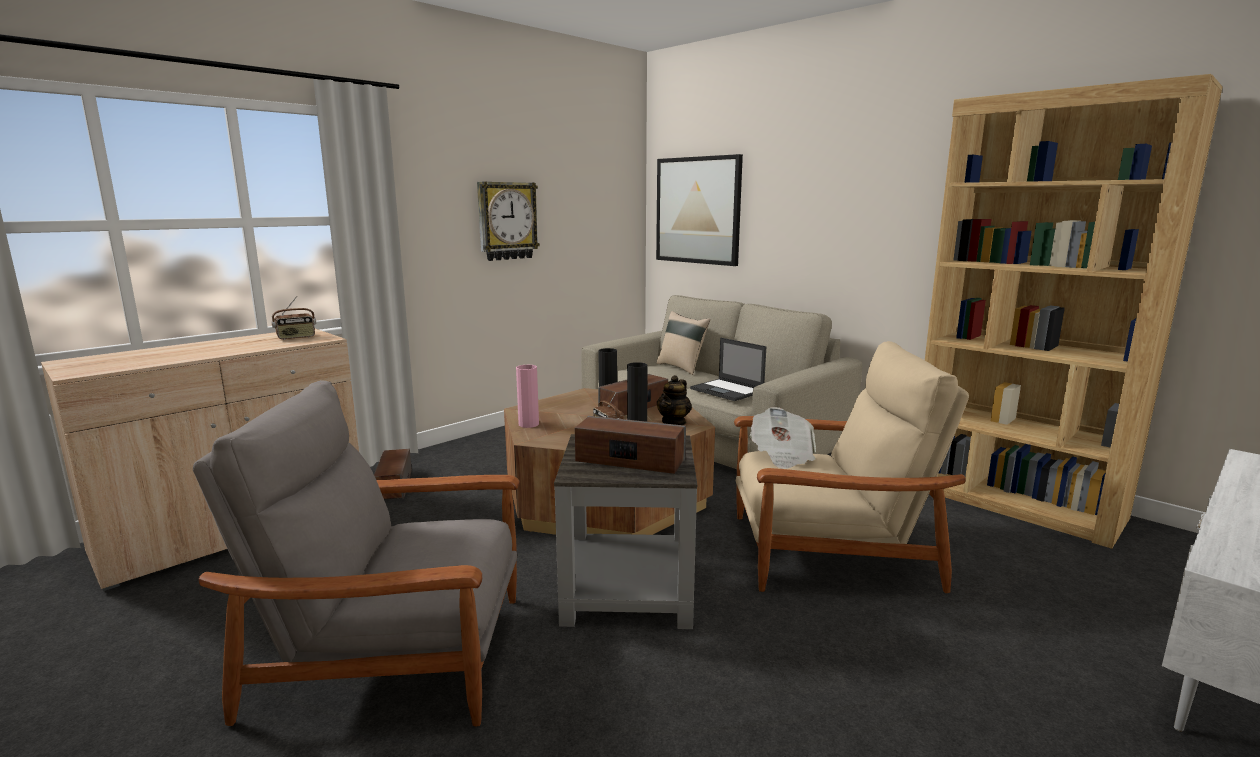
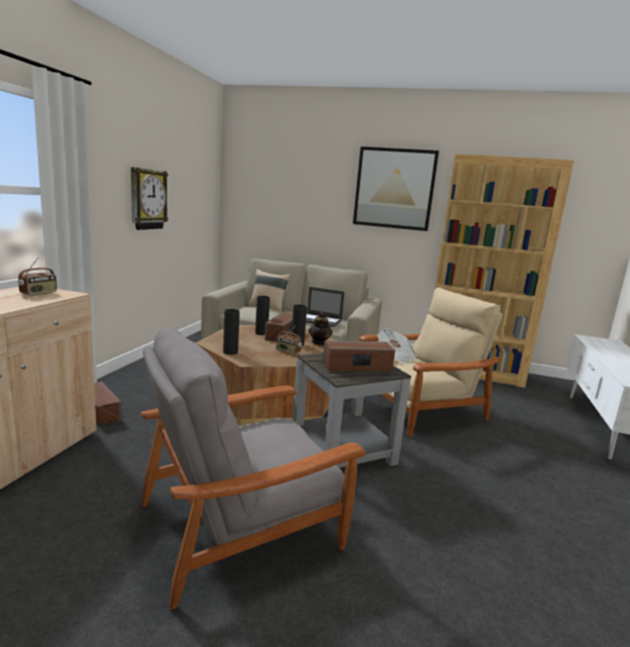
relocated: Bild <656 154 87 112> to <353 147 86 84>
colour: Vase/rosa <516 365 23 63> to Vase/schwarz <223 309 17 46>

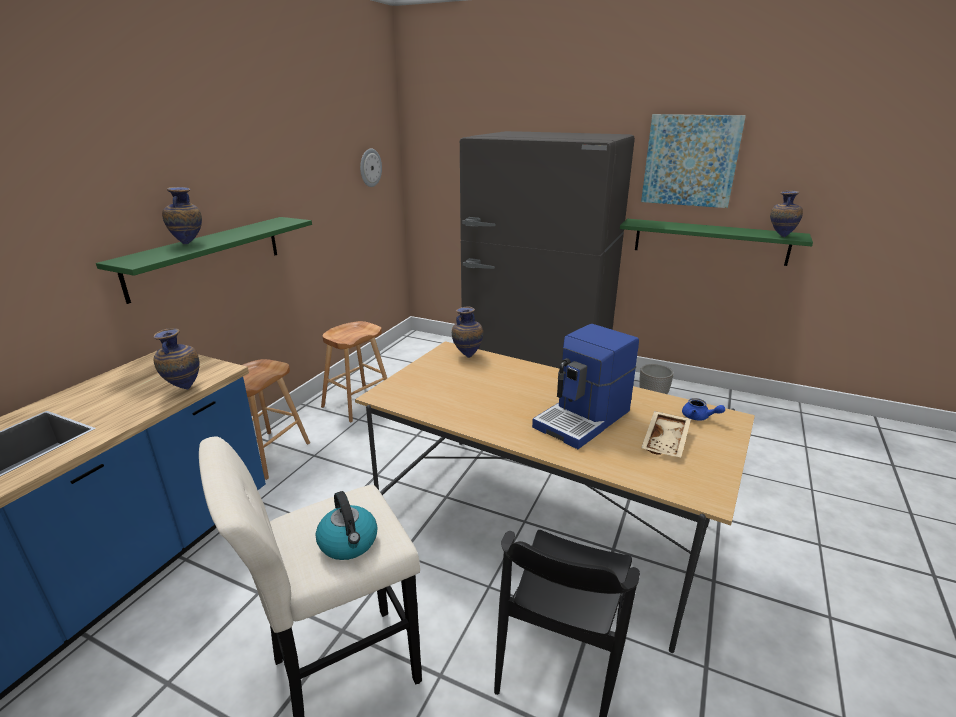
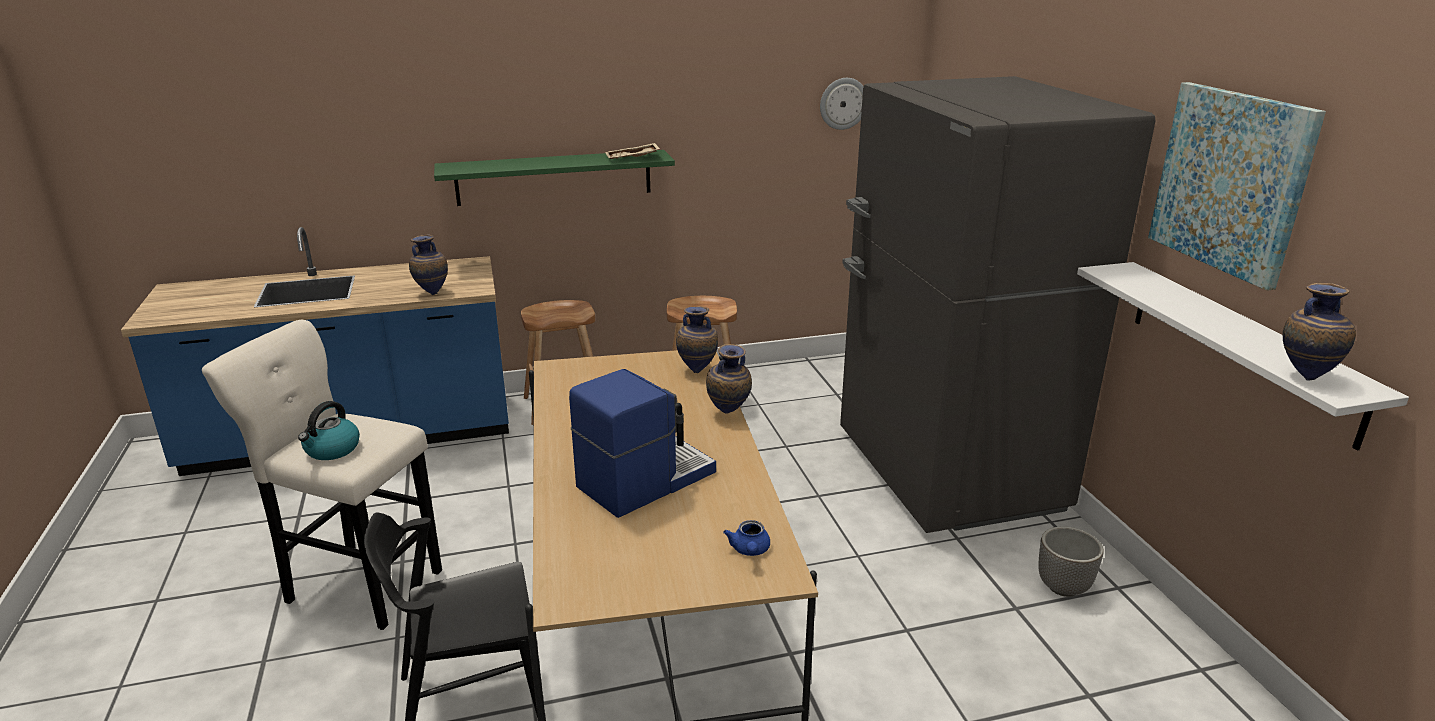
relocated: Vase <162 187 40 57> to <706 344 46 69>; Tablett/beige <641 411 50 46> to <605 143 55 16>
colour: Wandregal/grün <620 219 193 47> to Wandregal/weiß <1077 262 332 189>
spun: Kaffeemaschine <532 324 107 125> = <569 369 147 149> 135 degrees clockwise

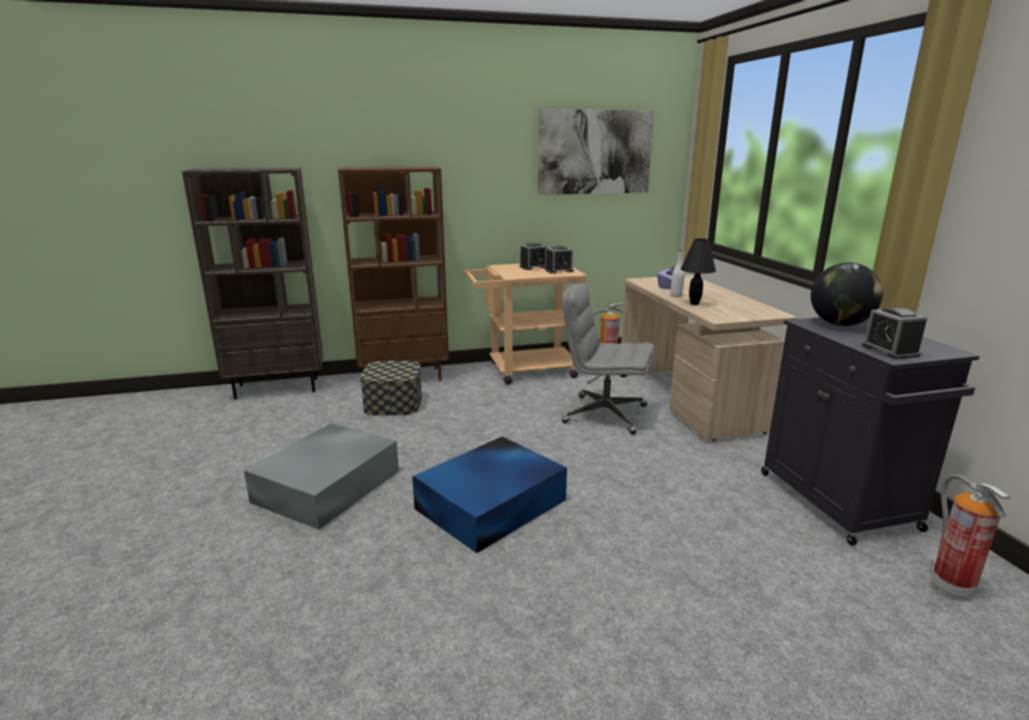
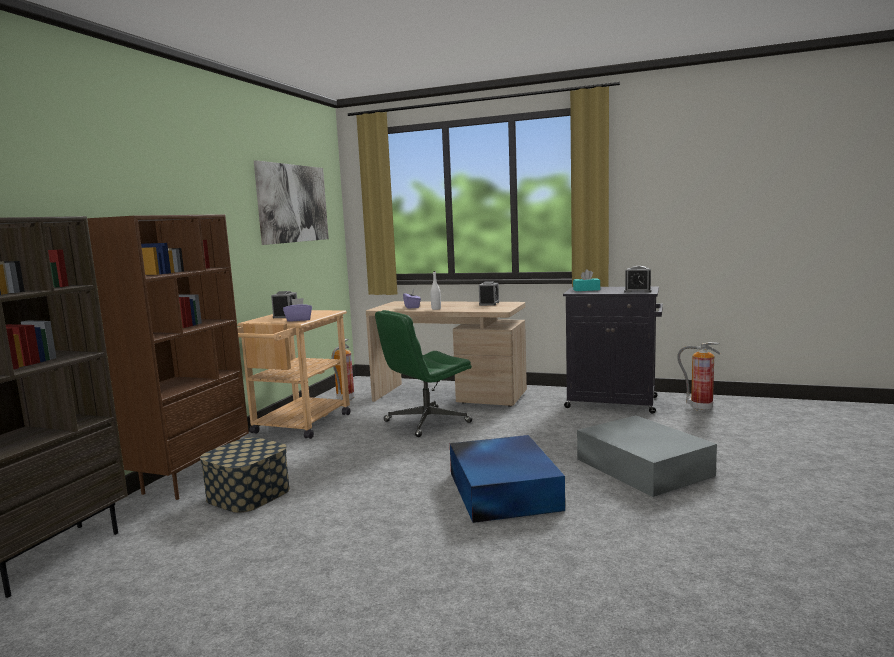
missing: Tischlampe/schwarz <681 238 35 67>
appeared: Taschentuchbox/lila <283 298 29 24>
relocated: Wecker <545 246 29 28> to <479 281 20 25>; Aufbewahrungsbox/grau <244 423 155 106> to <577 415 140 82>
exchanged: Globus <811 263 72 63> to Taschentuchbox/türkis <573 269 27 22>
colour: Bürostuhl/grau <562 283 93 151> to Bürostuhl/grün <375 310 97 127>

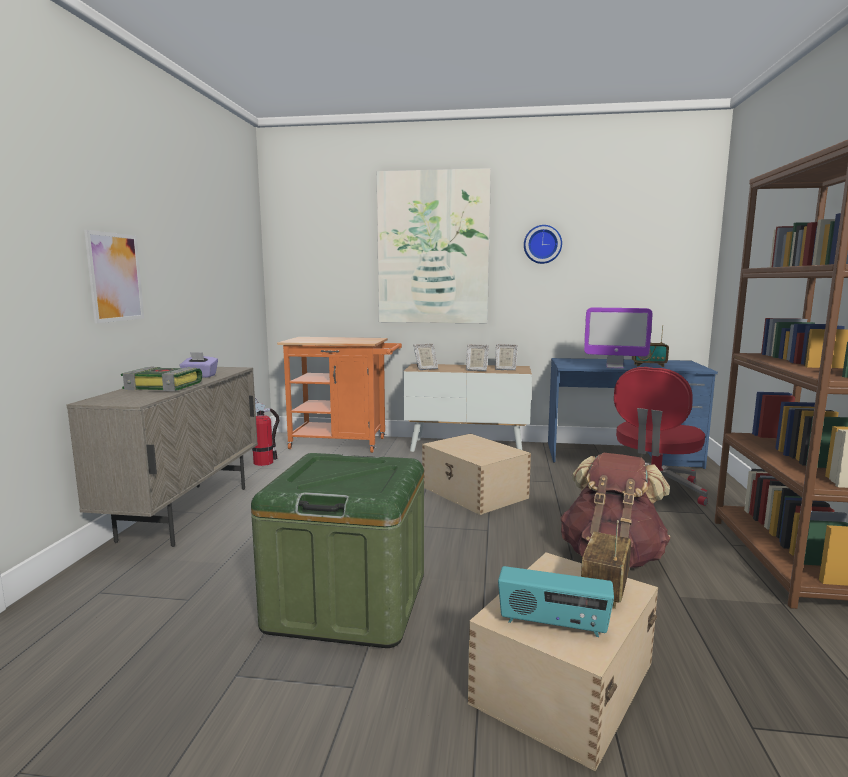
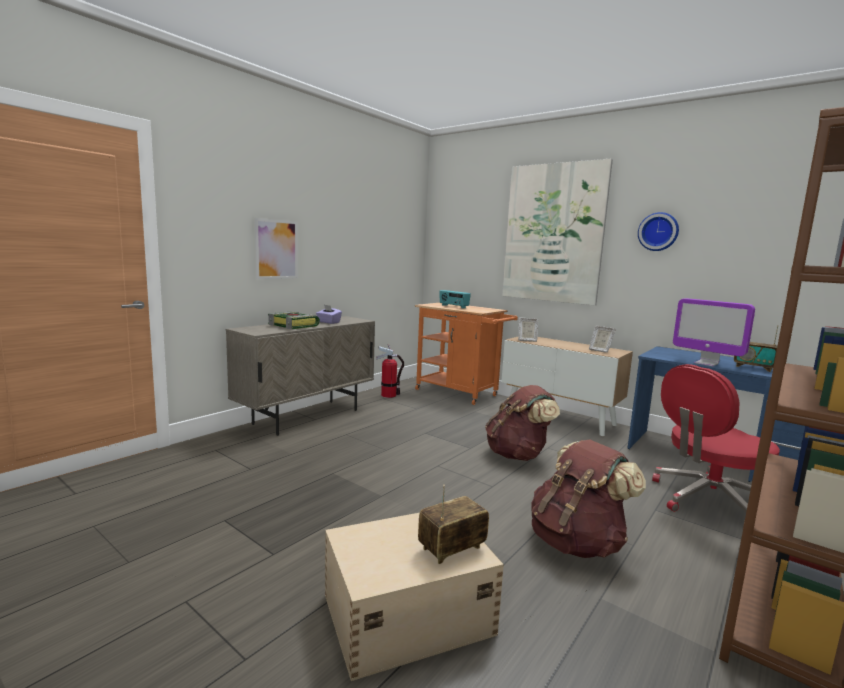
missing: Bilderrahmen <466 344 23 27>; Aufbewahrungsbox/grün <251 453 173 195>
relocated: Radio <498 566 116 71> to <439 290 32 19>
exchanged: Aufbewahrungsbox/beige <422 434 109 81> to Rucksack/braun <485 385 75 76>

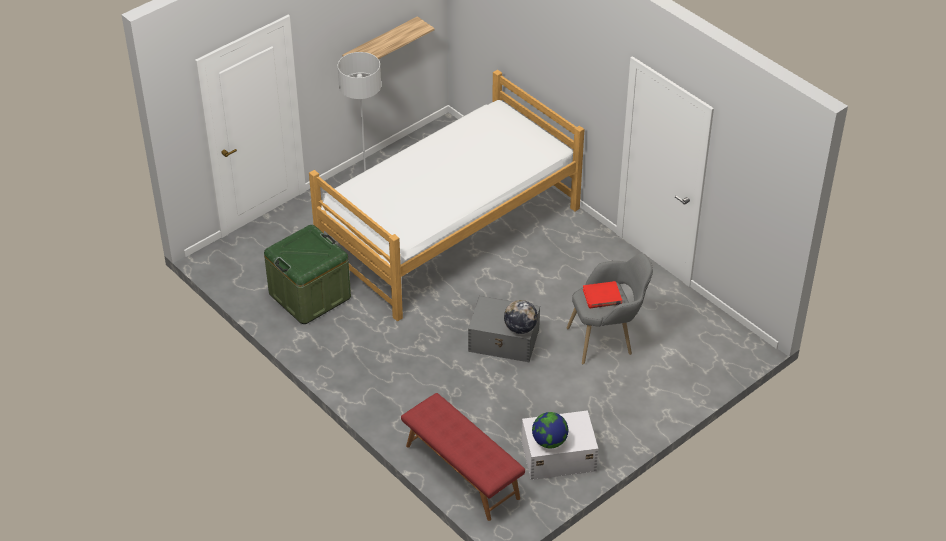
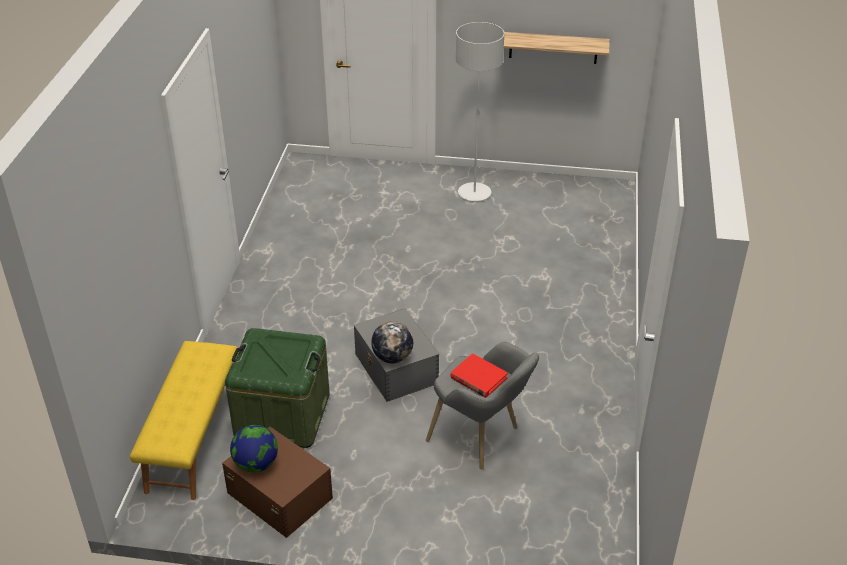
missing: Bett <309 70 275 252>
relocated: Aufbewahrungsbox/grün <264 225 87 99> to <225 328 105 120>
colour: Bank/rot <401 393 124 128> to Bank/gelb <130 341 109 159>; Aufbewahrungsbox/weiß <521 410 77 70> to Aufbewahrungsbox/braun <222 427 111 111>

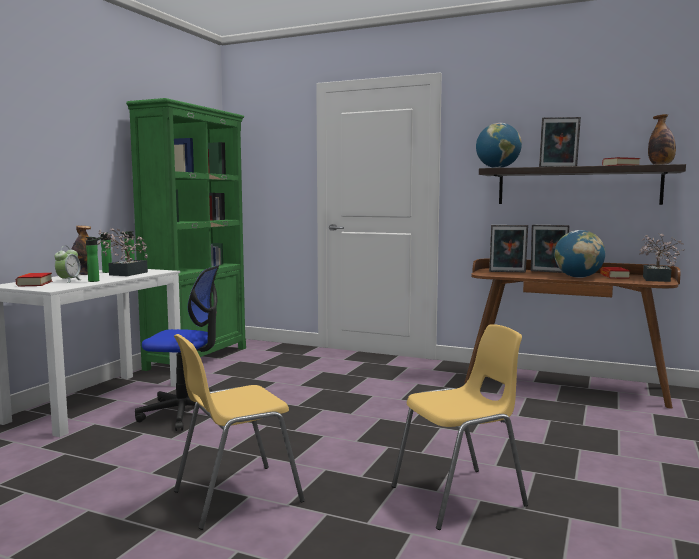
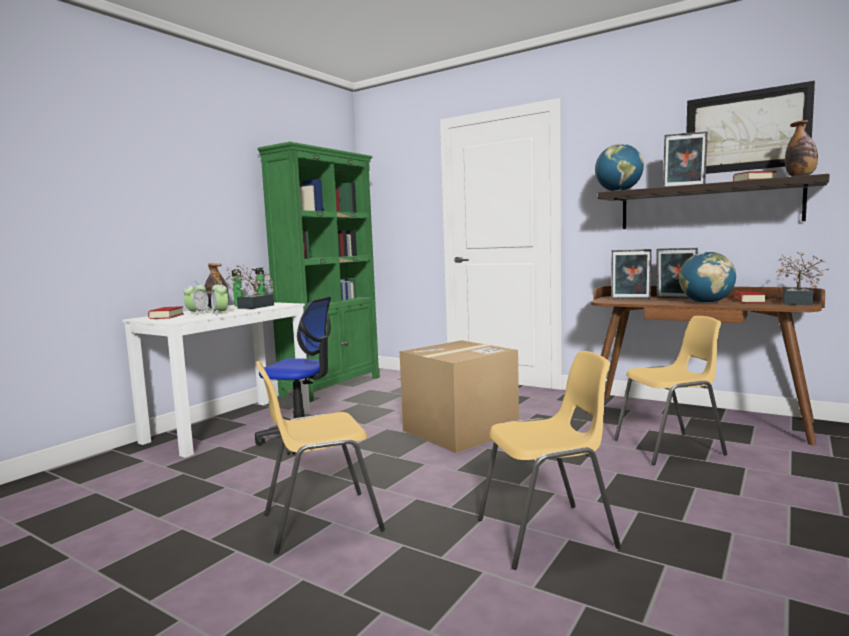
appeared: Bild <686 81 129 93>; Stuhl/gelb <614 316 113 149>; Karton <400 340 119 113>
exchanged: Flasche <86 237 16 45> to Wecker <211 281 17 34>

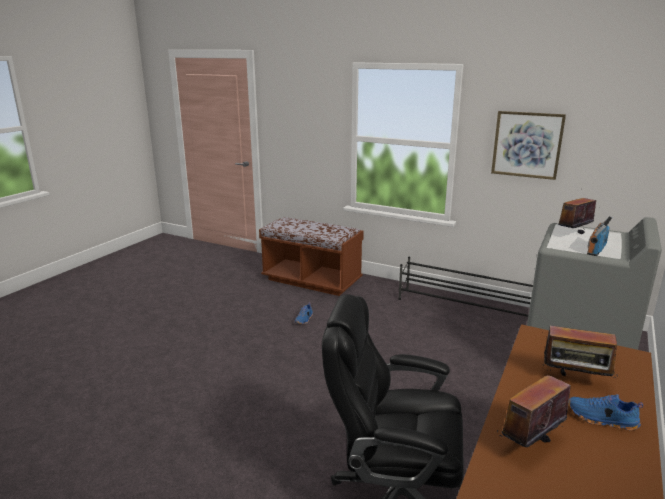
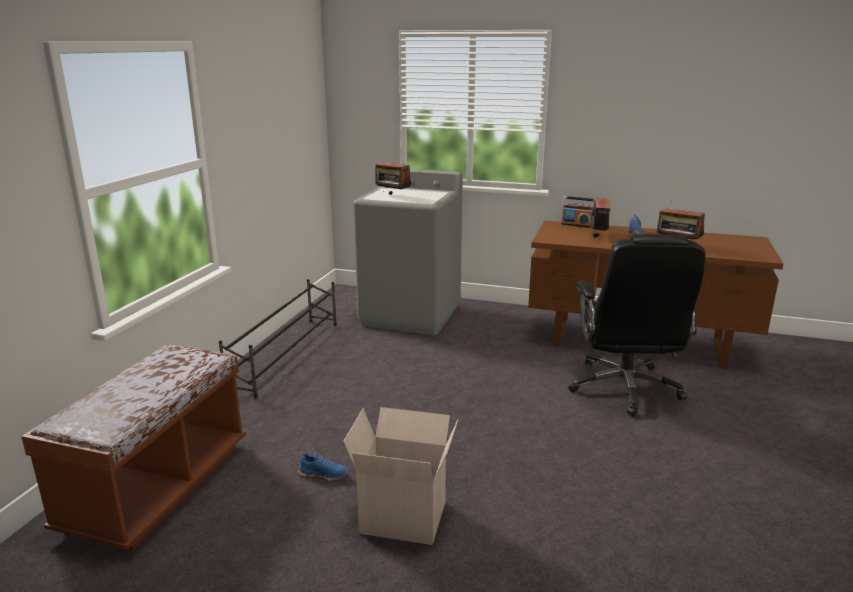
missing: Bild <491 111 75 69>
appeared: Karton <343 407 115 138>
relocated: Radio <587 216 25 40> to <561 196 34 32>

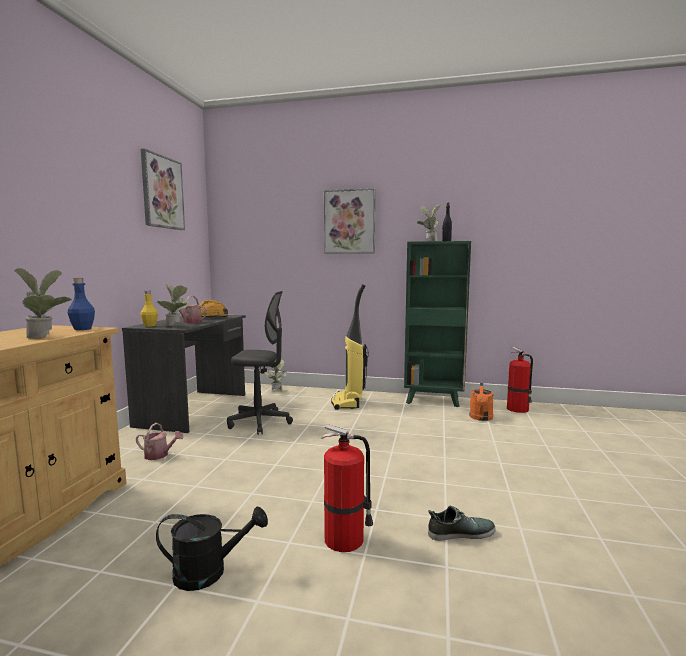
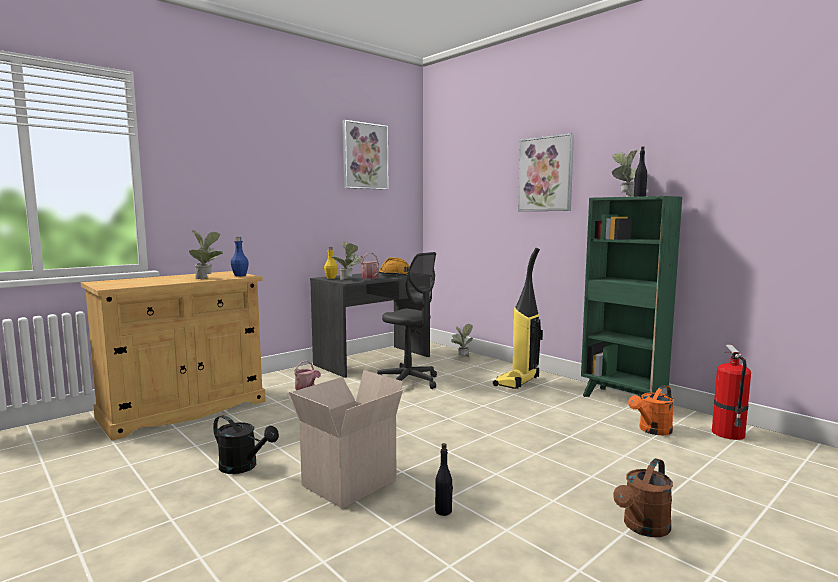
appeared: Gießkanne/braun <613 458 60 79>
exchanged: Feuerlöscher <321 424 52 128> to Karton <287 370 116 139>; Schuh <428 506 68 35> to Flasche/schwarz <435 443 18 73>

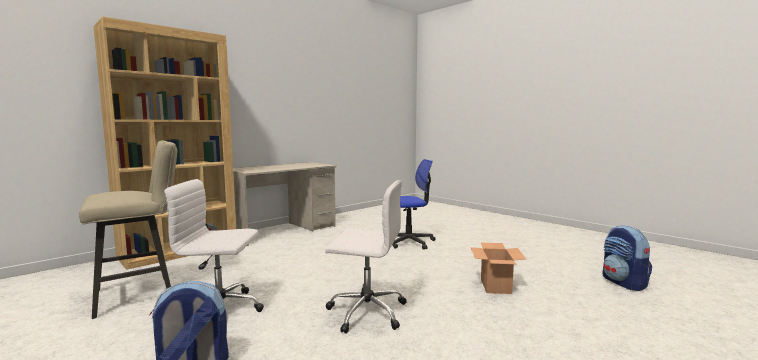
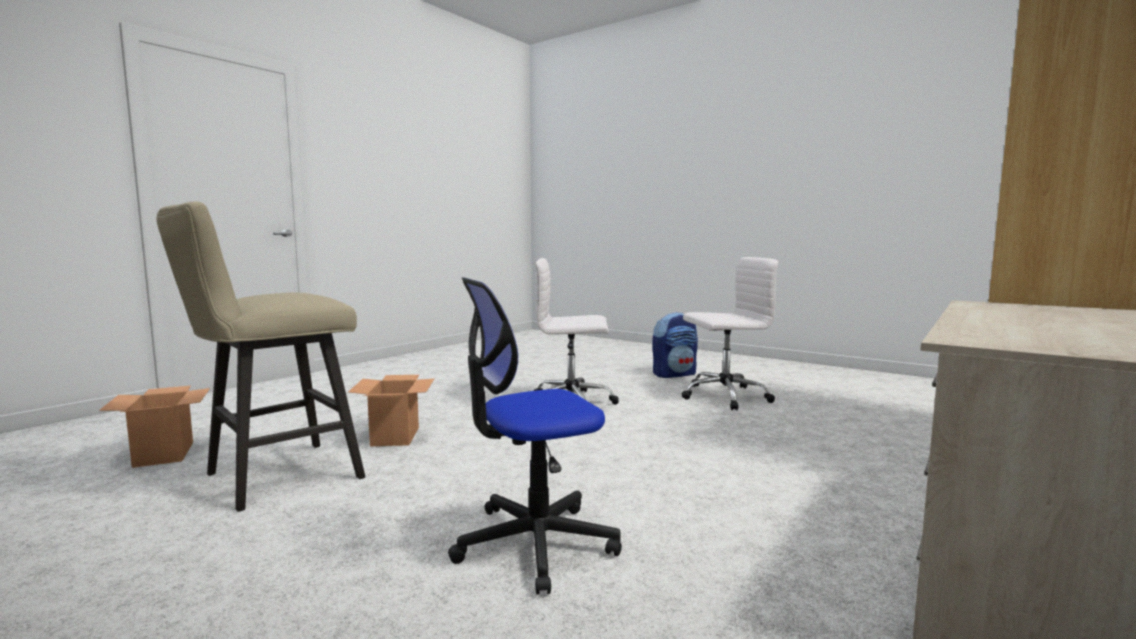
relocated: Hocker/beige <79 140 98 179> to <157 201 208 311>
exchanged: Rucksack <602 225 50 66> to Karton <99 386 111 82>

